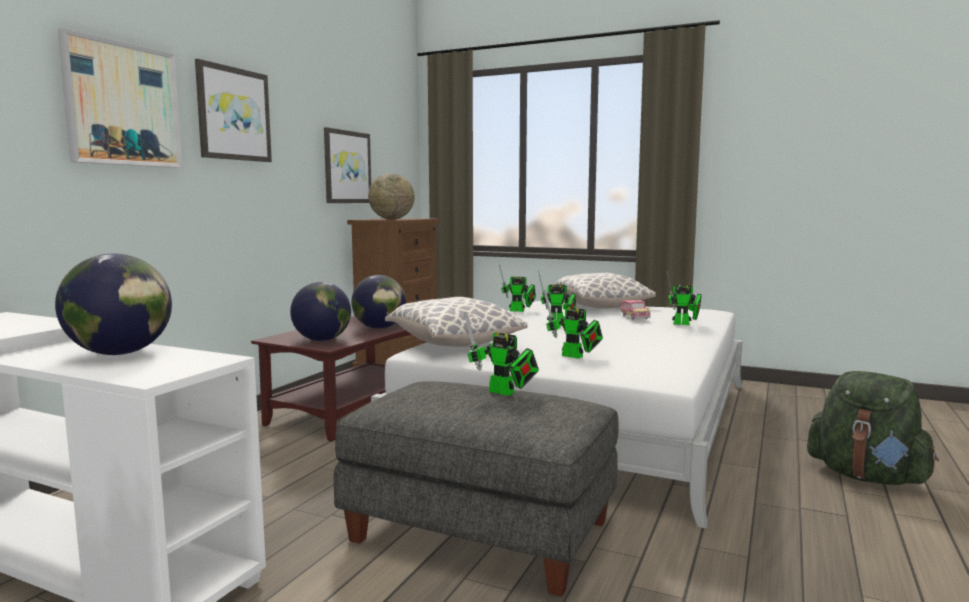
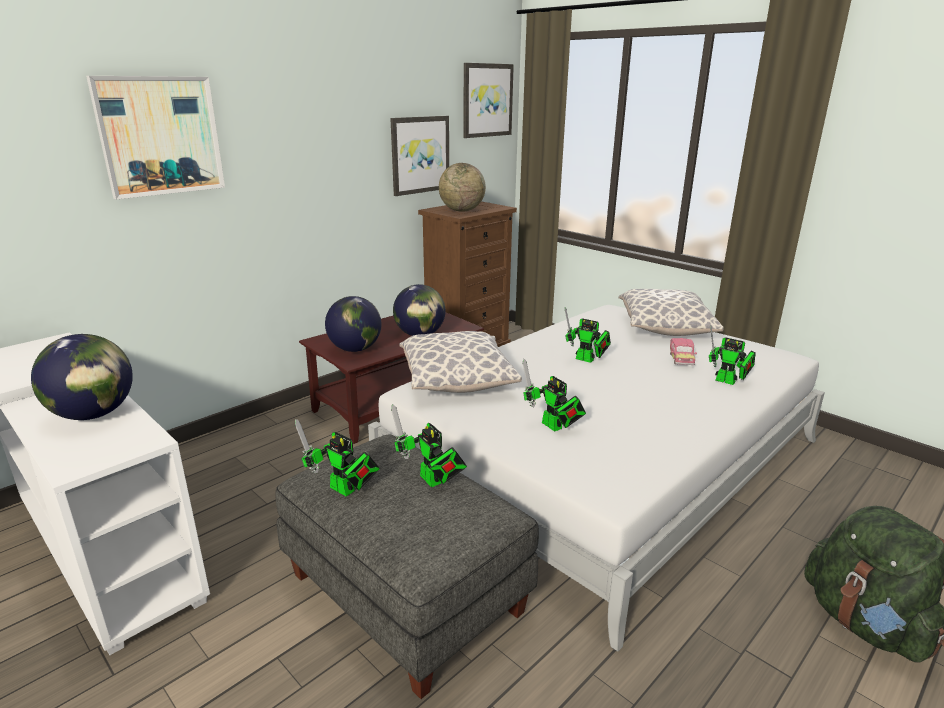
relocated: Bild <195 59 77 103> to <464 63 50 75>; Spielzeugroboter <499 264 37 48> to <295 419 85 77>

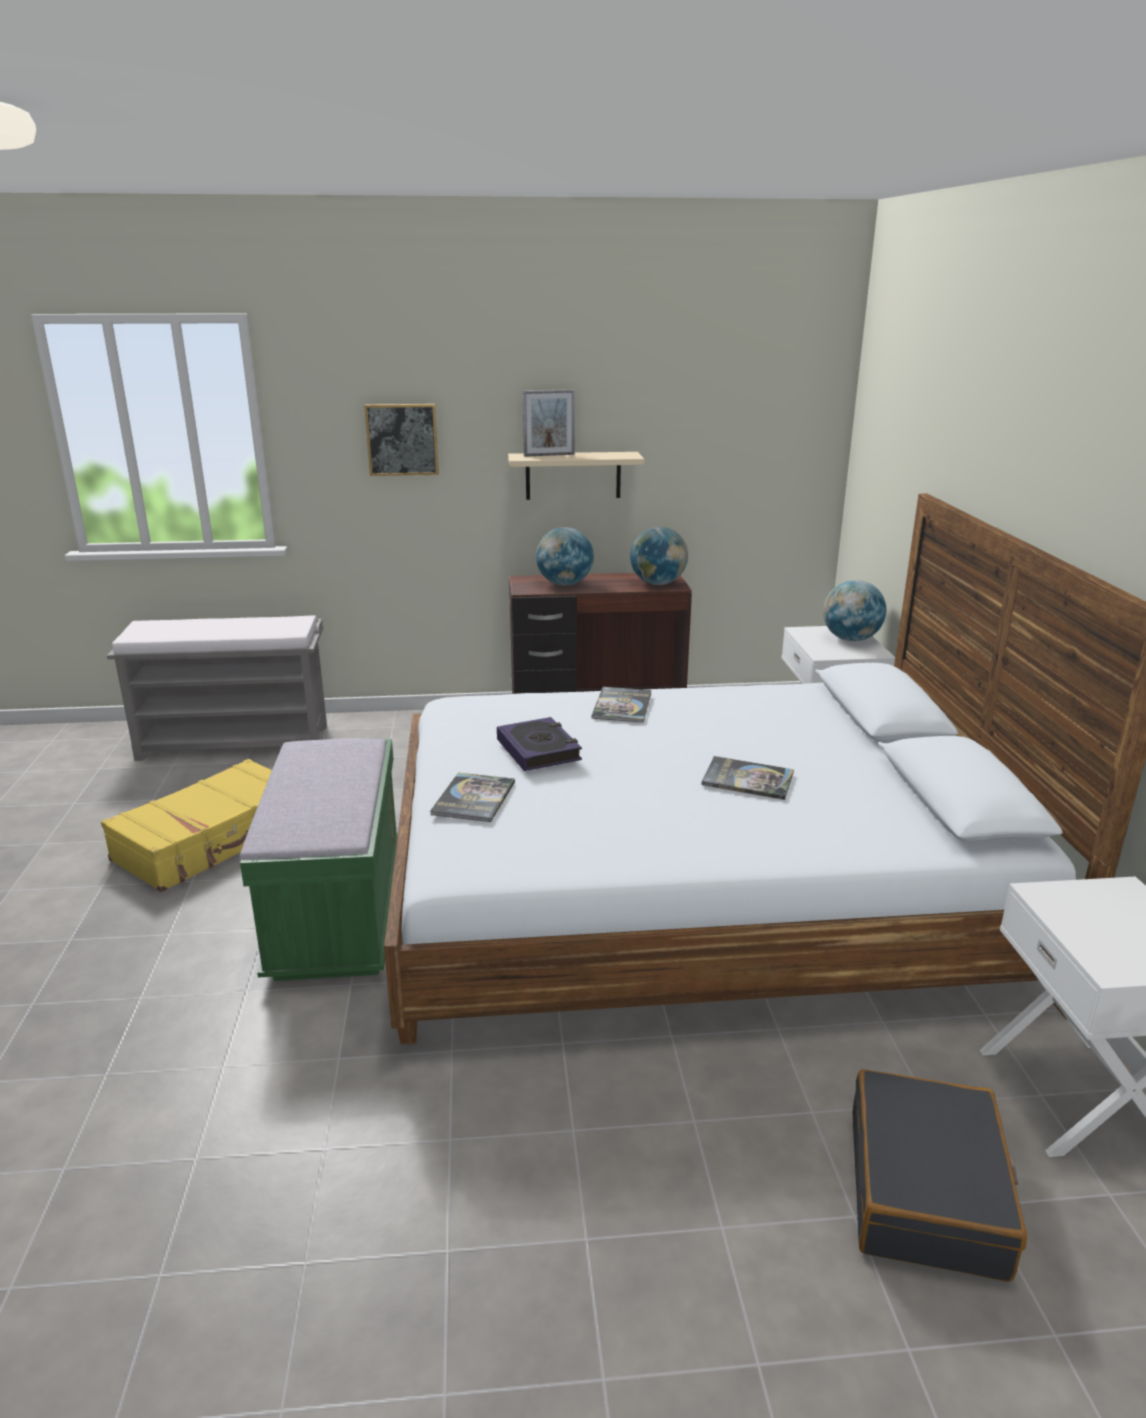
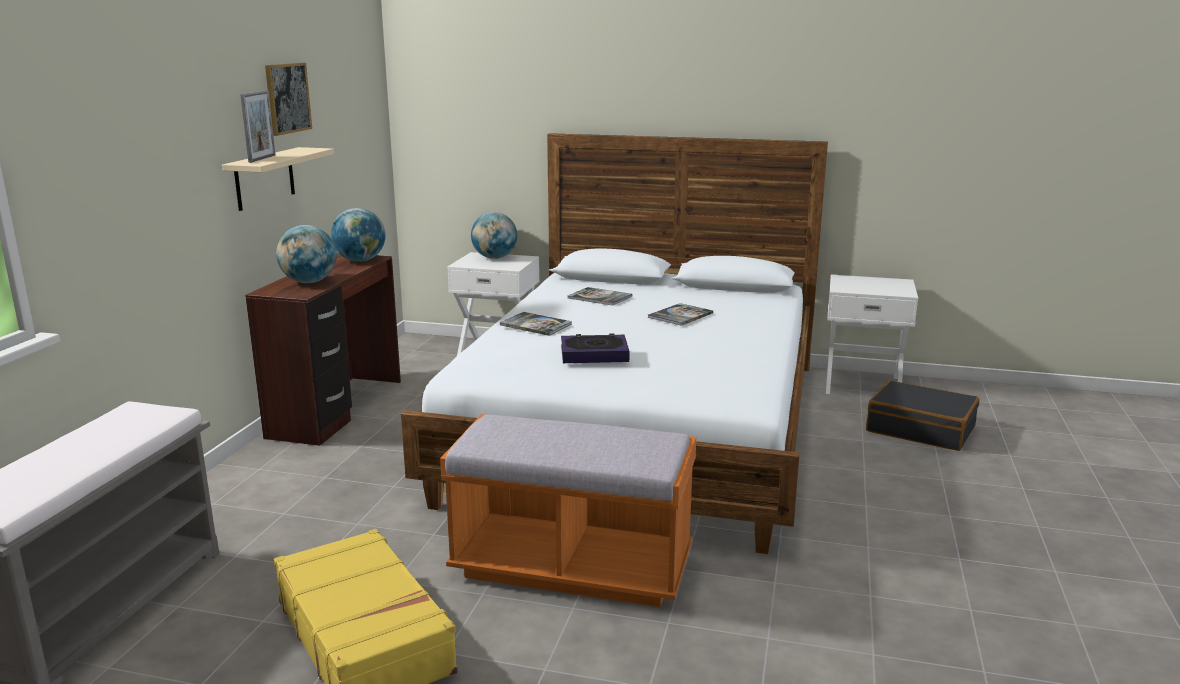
relocated: Bild <364 404 75 72> to <265 63 47 73>; Buch <430 773 85 49> to <567 287 65 19>
colour: Bank/grün <239 738 159 243> to Bank/orange <440 414 256 193>

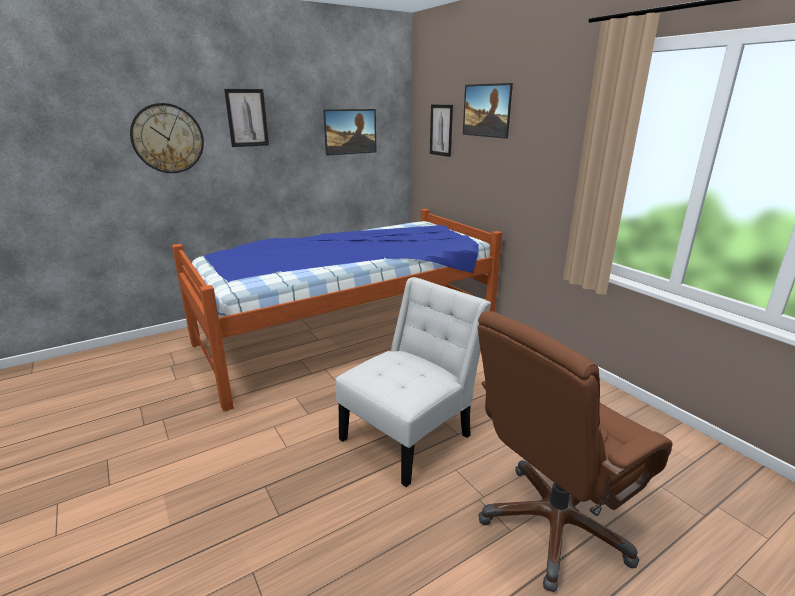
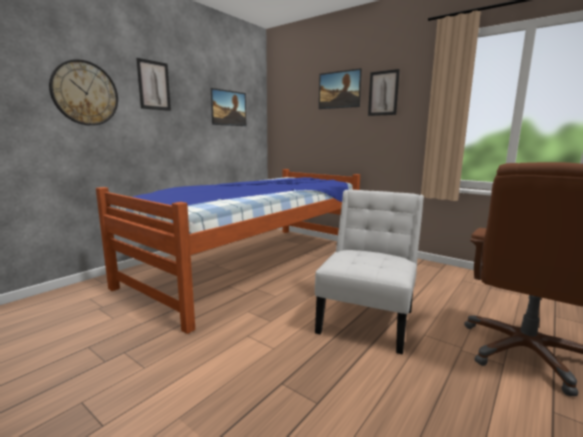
relocated: Bild <430 105 23 52> to <368 69 32 47>

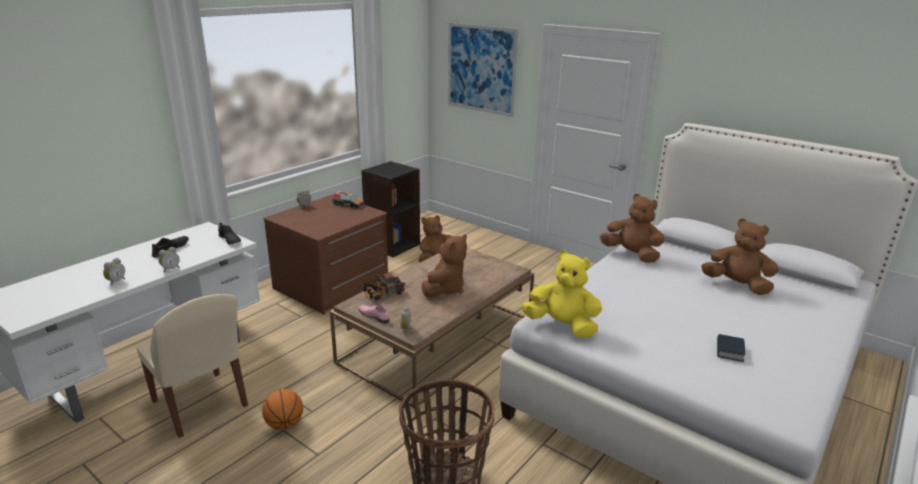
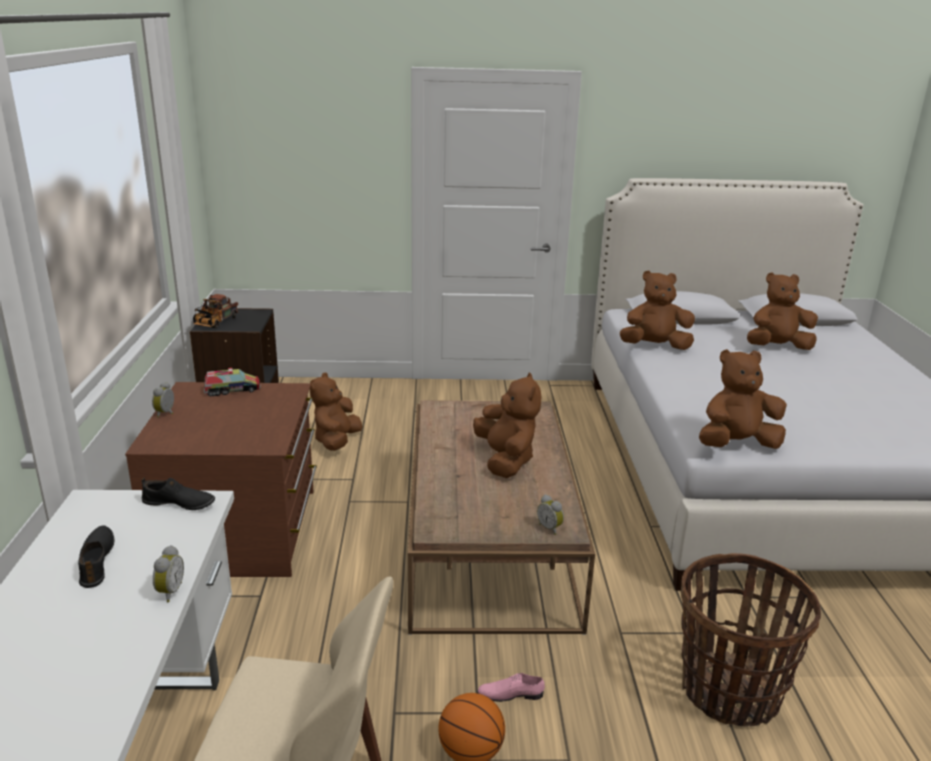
missing: Bild <448 23 71 94>; Wecker <103 258 22 28>; Buch <717 334 28 28>
relocated: Spielzeuglaster <360 272 45 29> to <193 294 45 34>; Schuh/rosa <359 304 30 20> to <477 673 68 29>
colour: Plüschtier/gelb <521 250 81 88> to Plüschtier/braun <699 349 88 100>

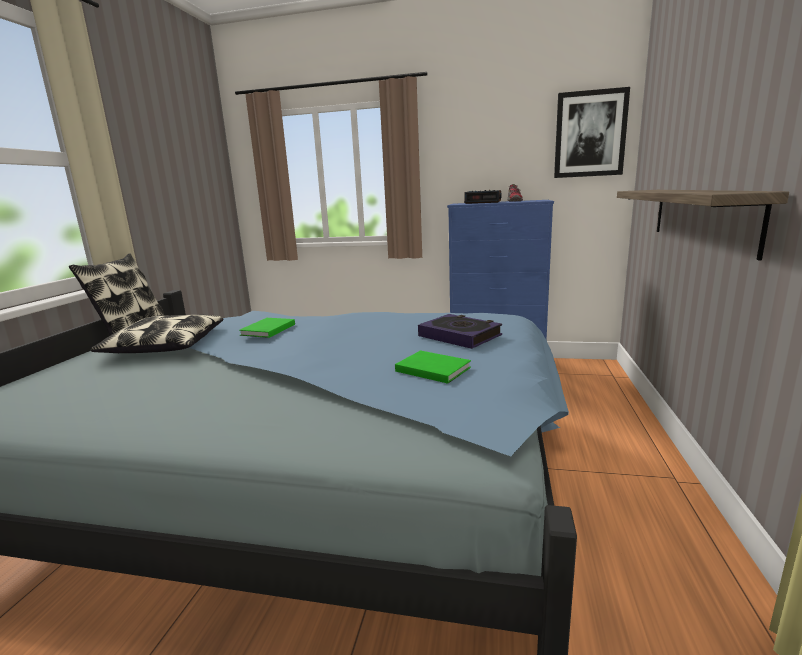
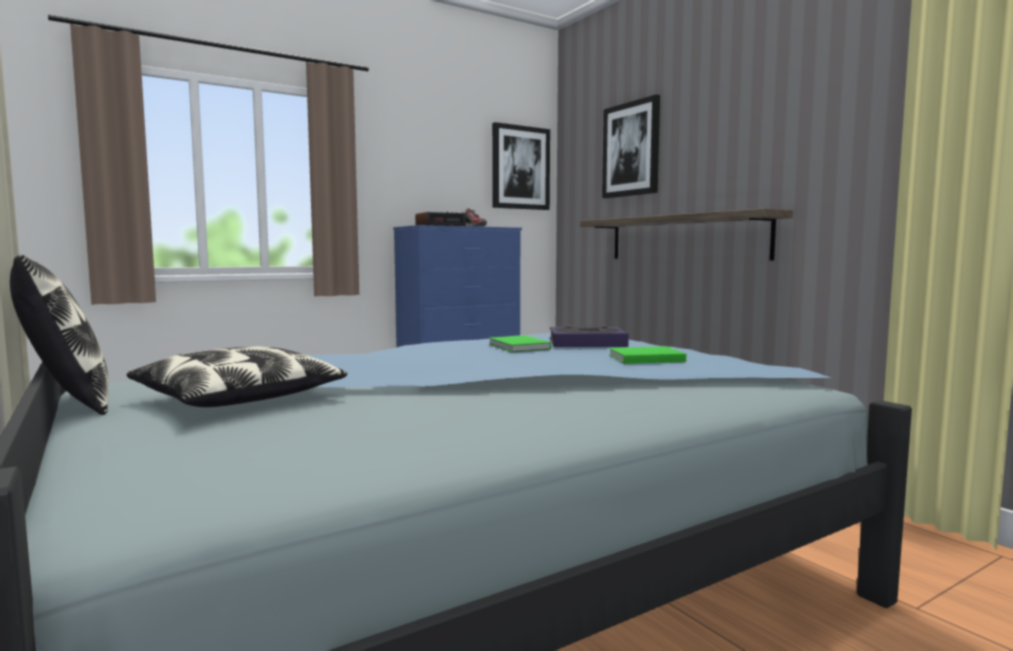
appeared: Bild <602 94 58 104>
relocated: Buch/grün <239 318 56 20> to <489 335 62 17>

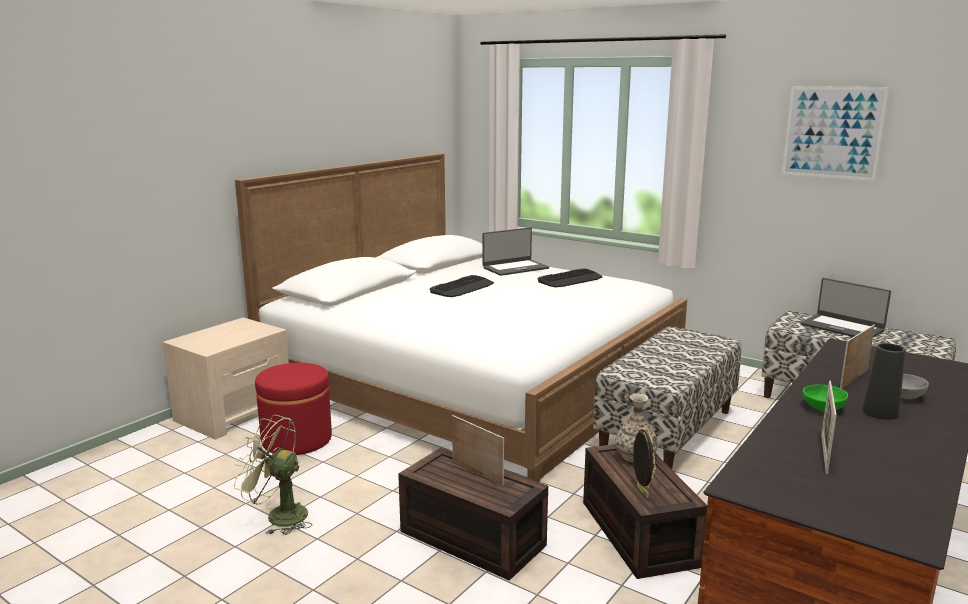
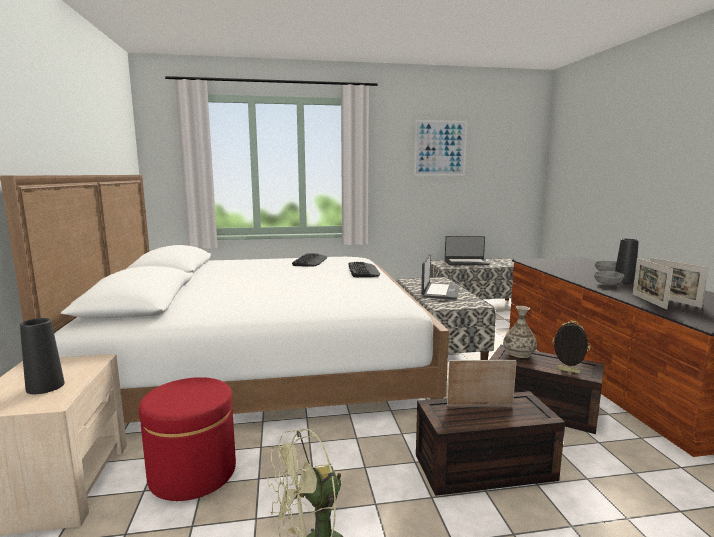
appeared: Vase/schwarz <20 318 45 76>
relocated: Laptop <482 227 67 49> to <421 254 39 46>; Tastatur <429 275 65 22> to <349 262 31 15>; Bilderrahmen <840 325 35 64> to <632 258 41 52>
colour: Schüssel/grün <803 384 45 27> to Schüssel/grau <594 271 30 14>

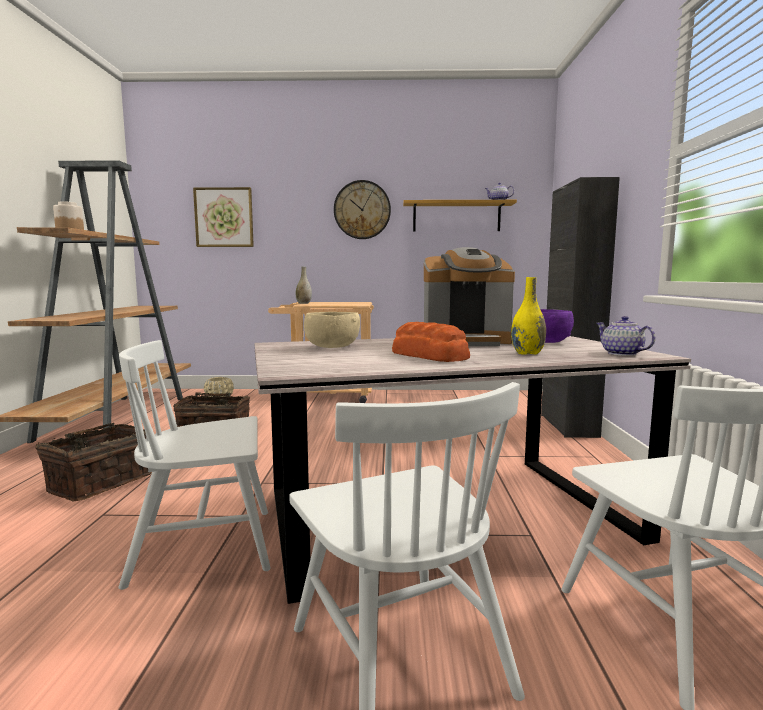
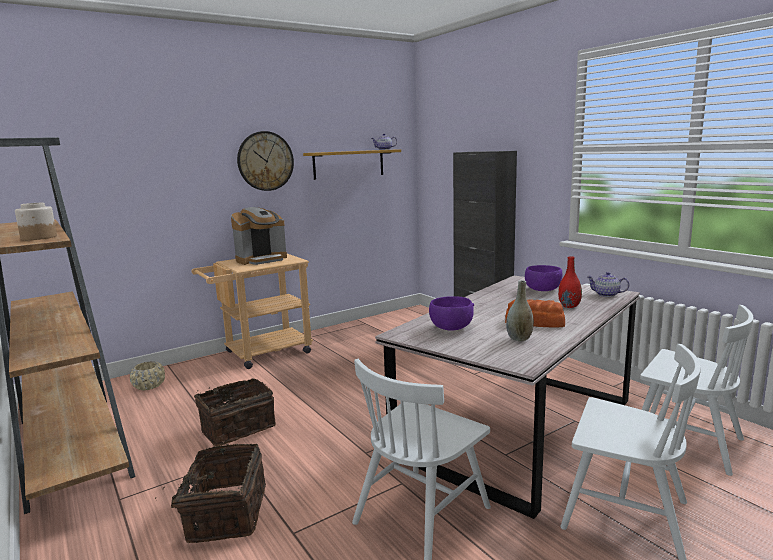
missing: Bild <193 187 61 60>
relocated: Kaffeemaschine <424 247 91 99> to <231 207 56 58>; Vase/grau <296 267 16 37> to <506 280 28 62>
colour: Vase/gelb <511 277 35 78> to Vase/rot <558 256 24 52>; Schüssel/beige <304 312 56 36> to Schüssel/lila <429 296 45 34>

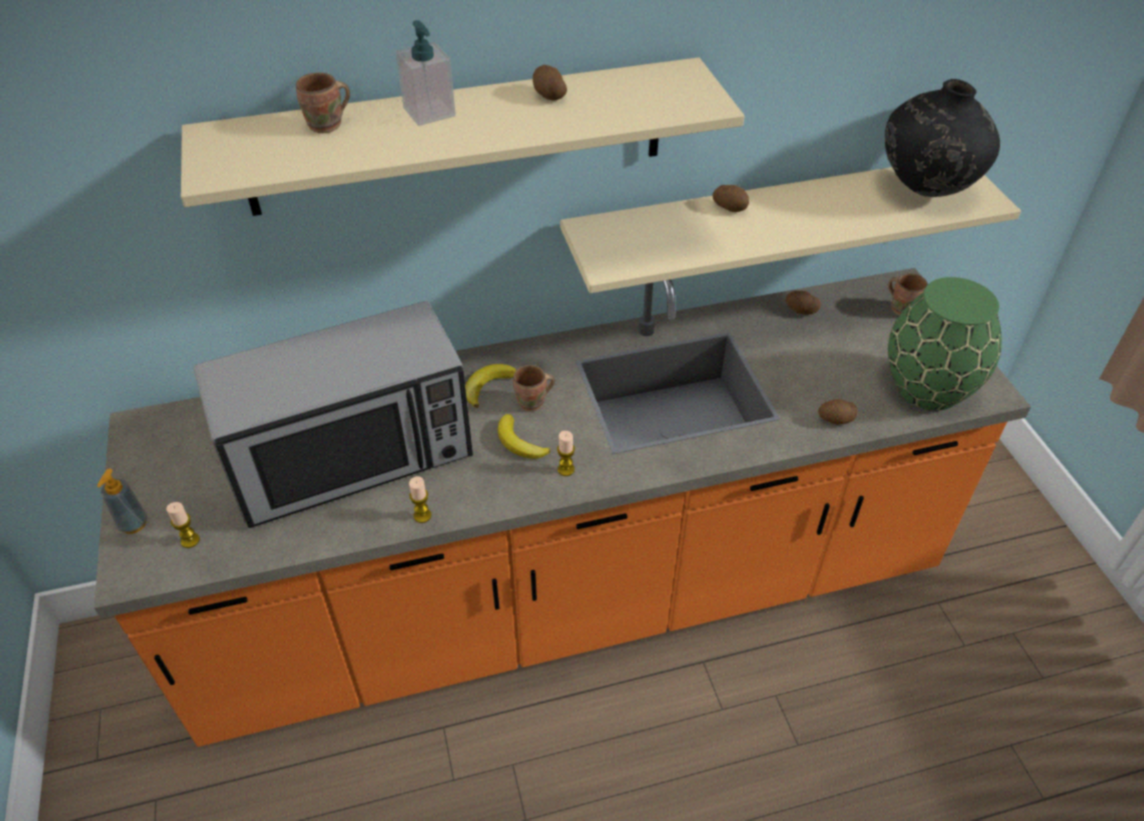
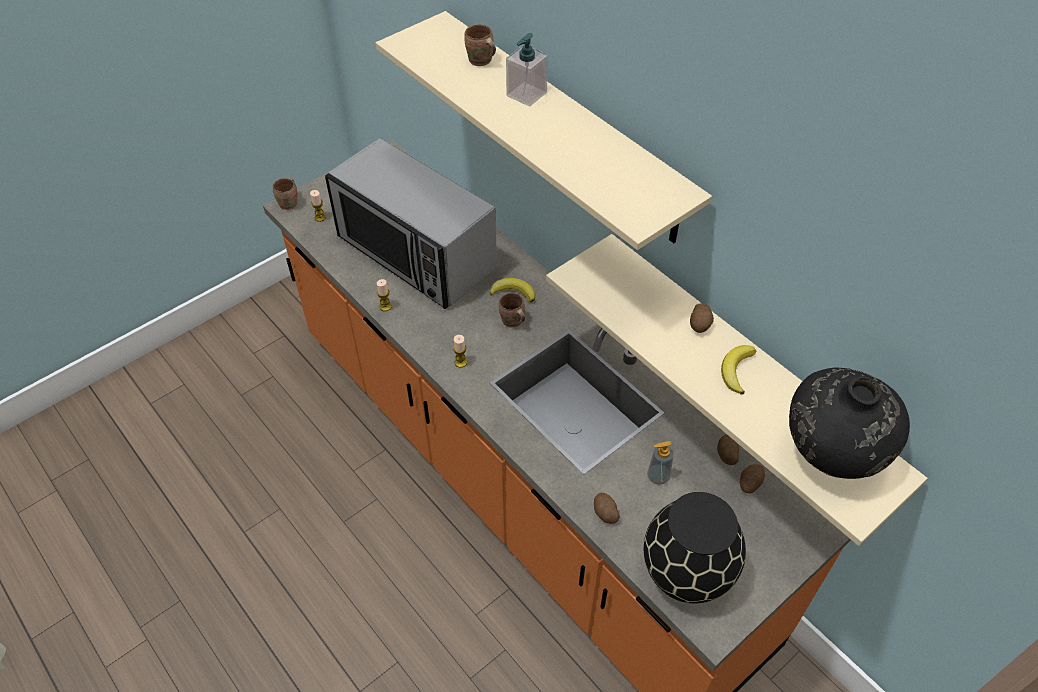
relocated: Kartoffel <533 65 34 36> to <740 464 25 29>; Henkelbecher/braun <888 273 40 42> to <273 178 24 32>; Banane <498 414 53 45> to <721 345 35 49>; Seifenspender <97 468 50 66> to <647 441 27 43>
colour: Vase/grün <888 277 114 134> to Vase/schwarz <644 492 102 111>

